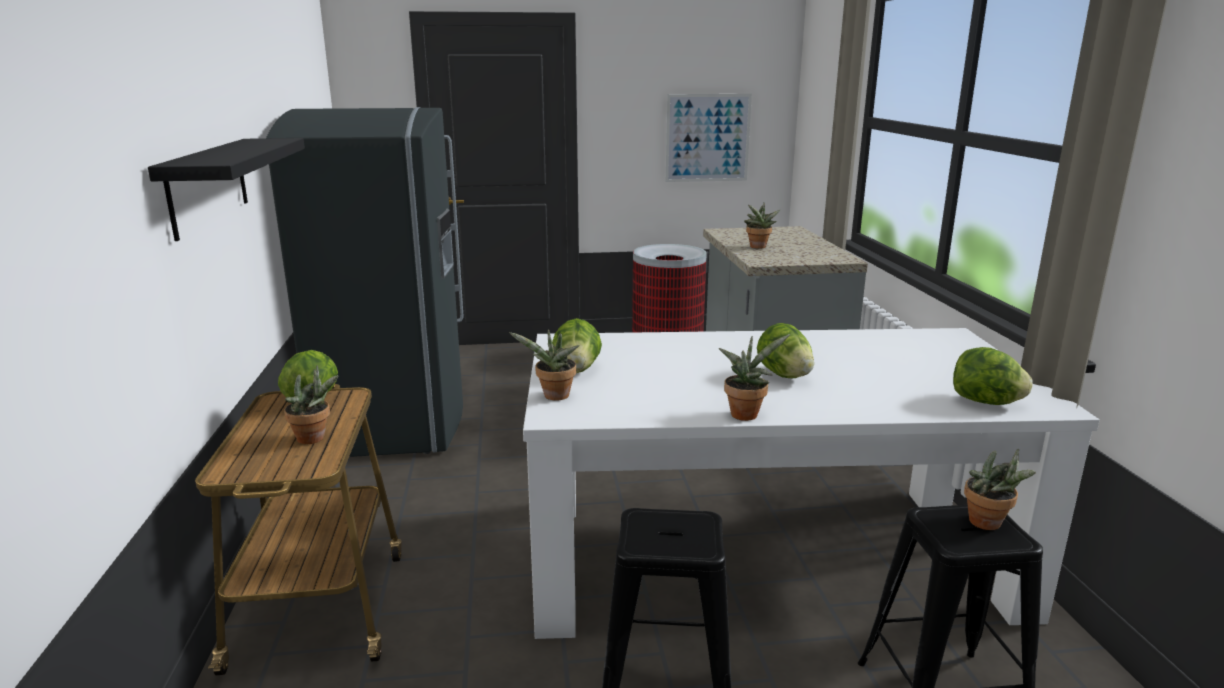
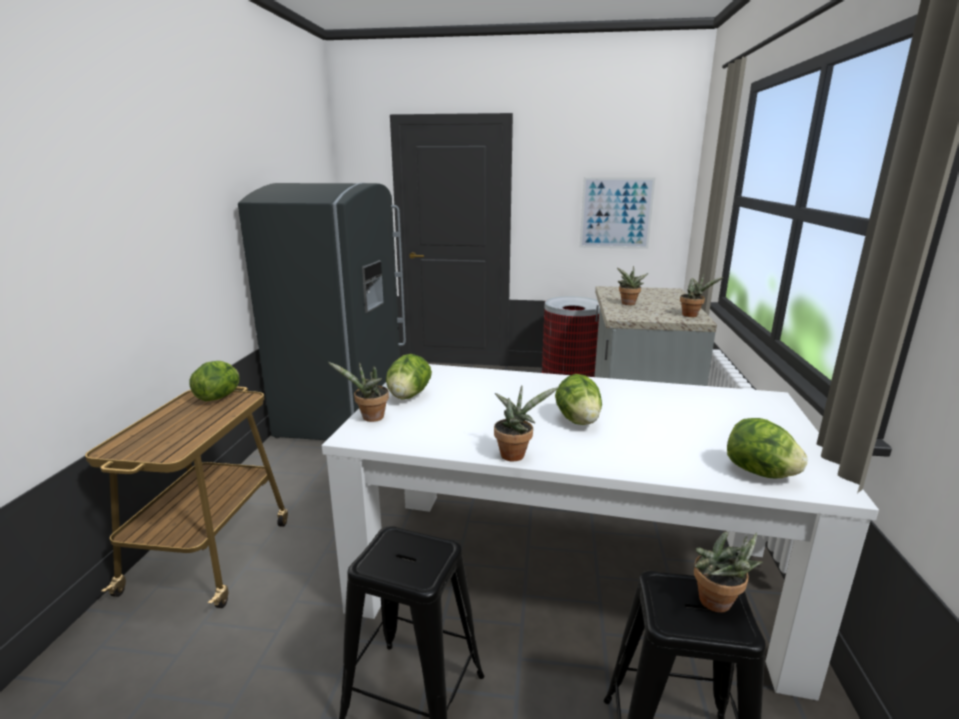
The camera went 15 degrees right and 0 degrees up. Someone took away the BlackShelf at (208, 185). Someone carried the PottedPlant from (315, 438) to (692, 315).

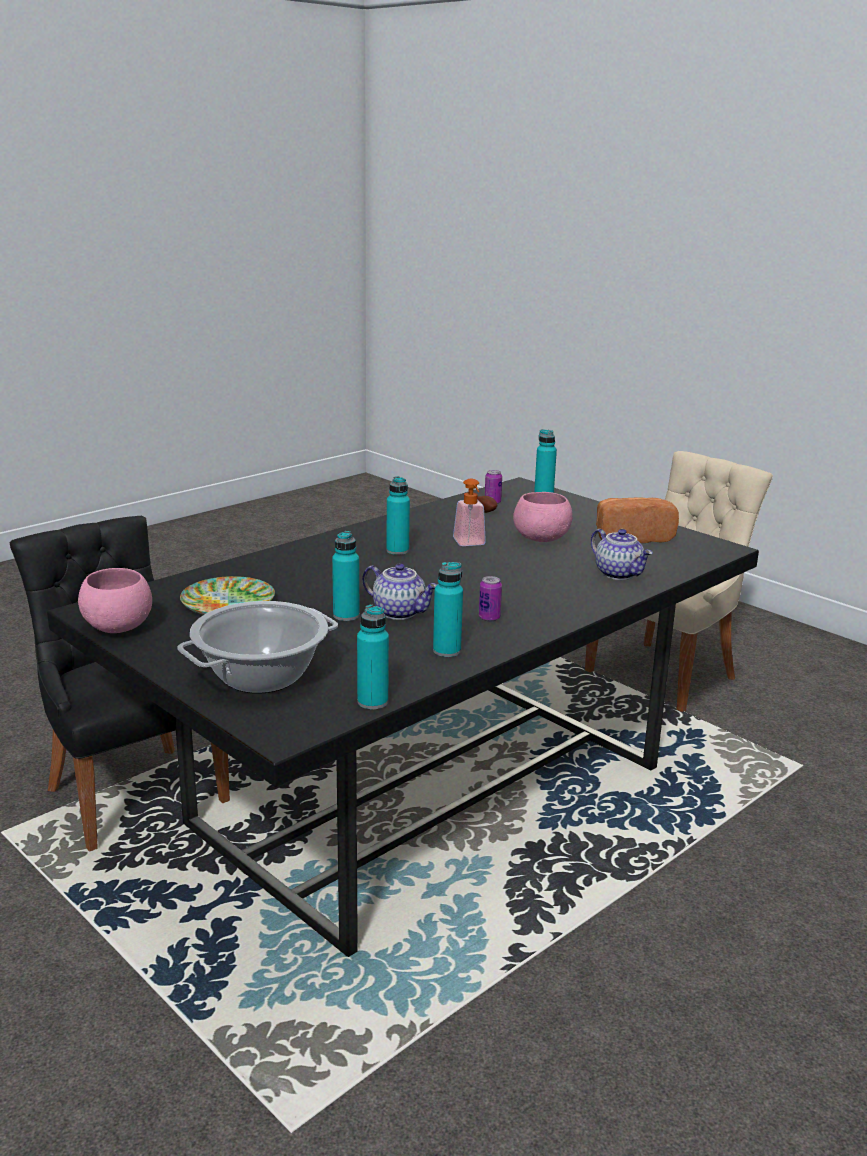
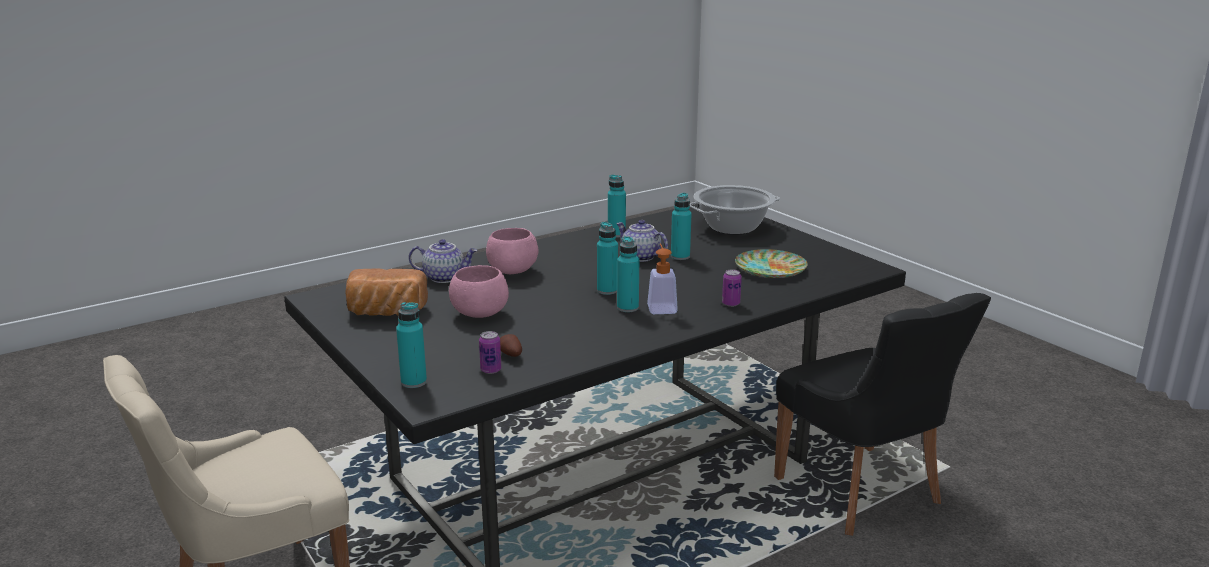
The camera went 170 degrees left and 0 degrees up. Someone carried the SoapDispenser from (470, 544) to (661, 307). Someone rotated the Teapot at (619, 574) by 120 degrees clockwise. Someone carried the PinkBowl from (117, 628) to (513, 271). Someone carried the Can from (489, 618) to (731, 304). Someone carried the TurquoiseBottle from (372, 702) to (607, 290).

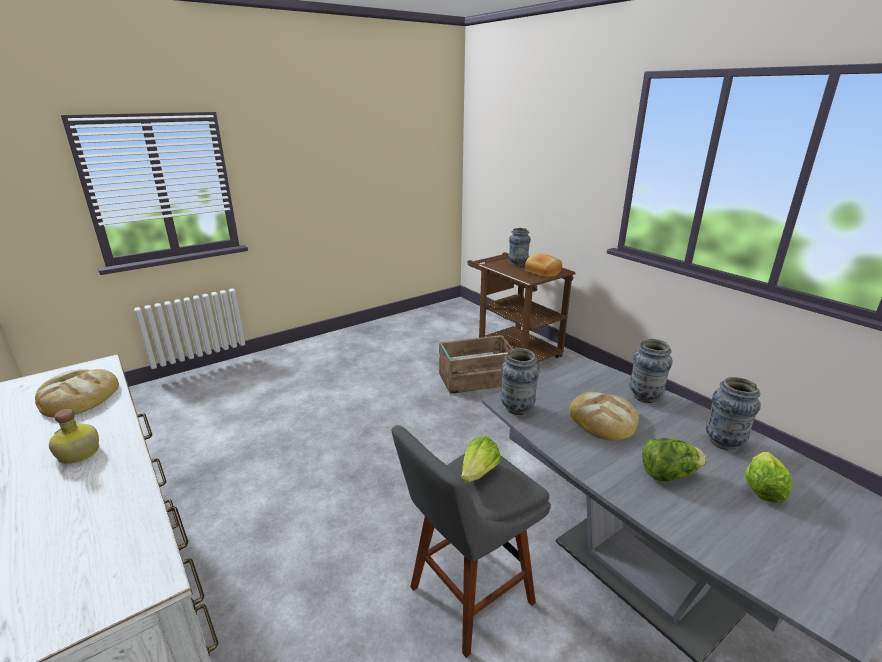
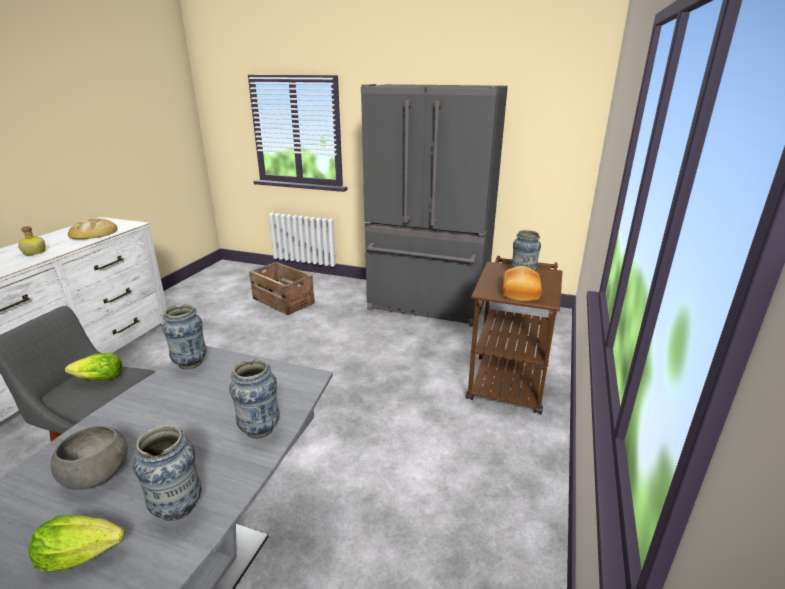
The camera went 55 degrees right and 0 degrees up. Someone carried the Crate from (475, 379) to (283, 301). Someone took away the Bread at (603, 419). Someone swapped the Lettuce at (668, 474) for the GreyBowl at (97, 473). Someone put down the GreyFridge at (428, 304).

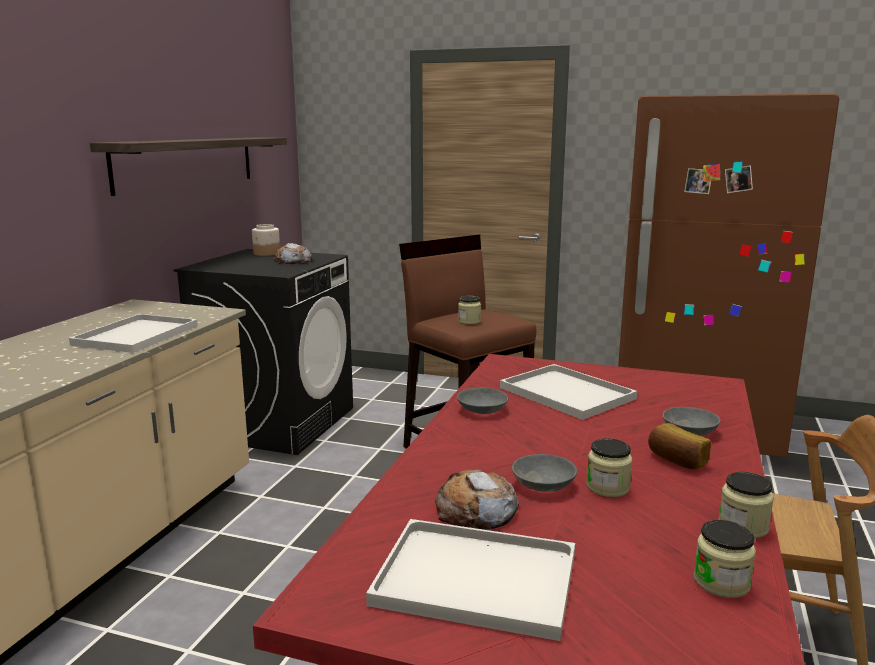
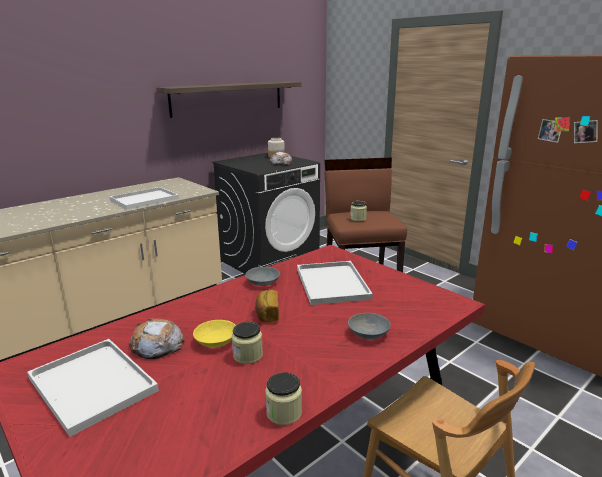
The camera went 30 degrees right and 5 degrees up. Someone carried the Bread from (676, 460) to (267, 314). Someone repainted the GreyBowl at (543, 483), which became the YellowBowl at (216, 340). Someone took away the Jar at (721, 582).

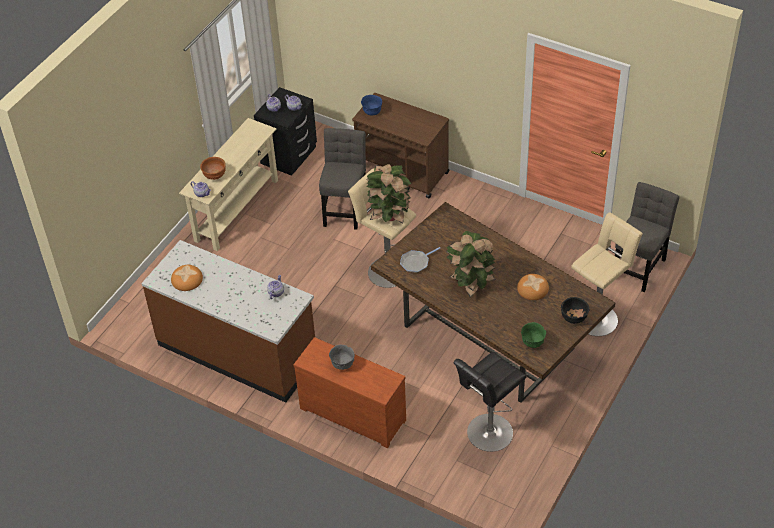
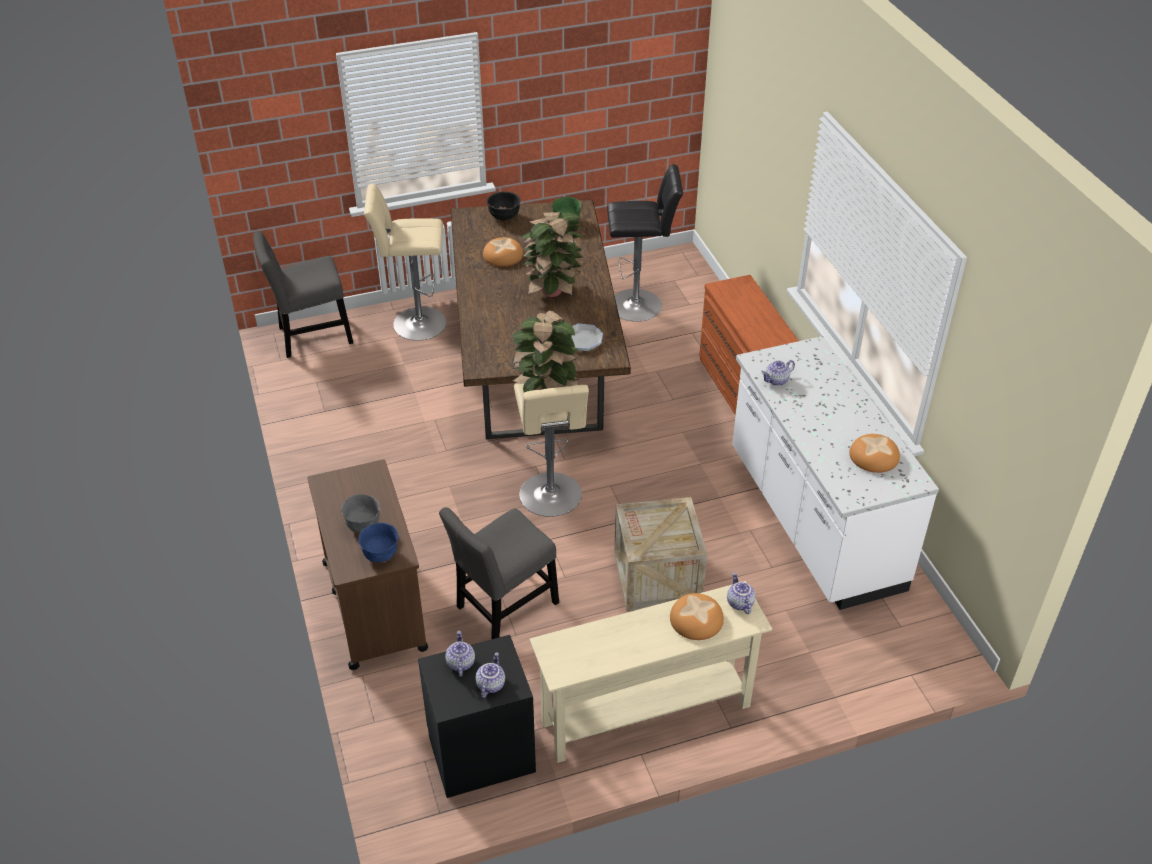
The camera went 140 degrees left and 5 degrees down. Someone swapped the BrownBowl at (214, 175) for the Bread at (696, 620). Someone repainted the BrownCounter at (238, 351), which became the WhiteCounter at (813, 520). Someone carried the GreyBowl from (342, 364) to (363, 526). Someone put down the Crate at (657, 577).

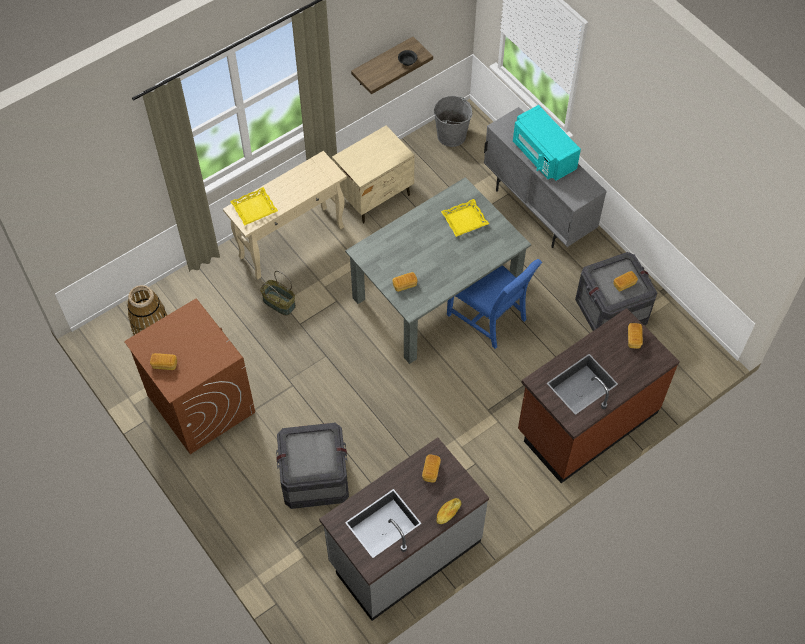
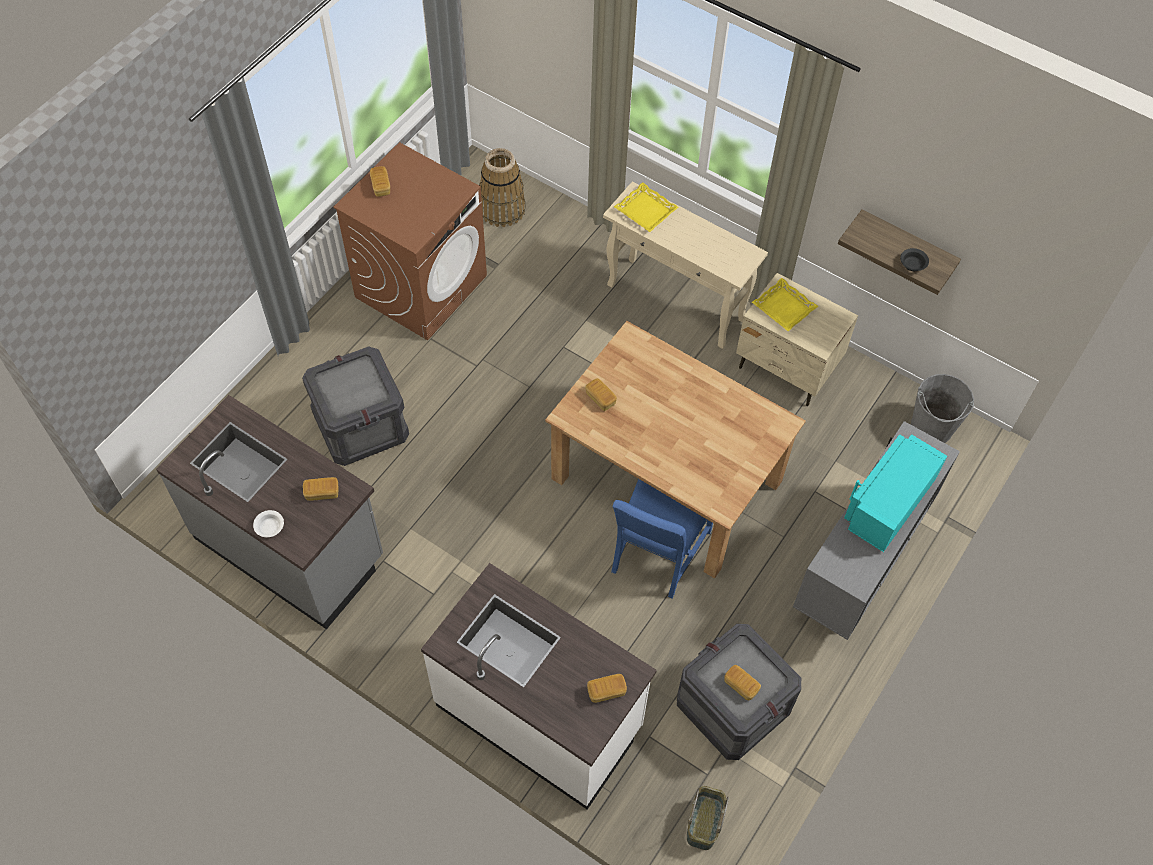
The camera went 70 degrees right and 0 degrees up. Someone repainted the GreyDiningTable at (436, 295), which became the BrownDiningTable at (665, 480). Someone carried the YellowTray from (464, 220) to (784, 308). Someone carried the Basket from (278, 303) to (703, 822). Someone repainted the BrownCounter at (586, 421), which became the WhiteCounter at (540, 715). Someone swapped the Bread at (448, 513) for the WhiteBowl at (269, 528).

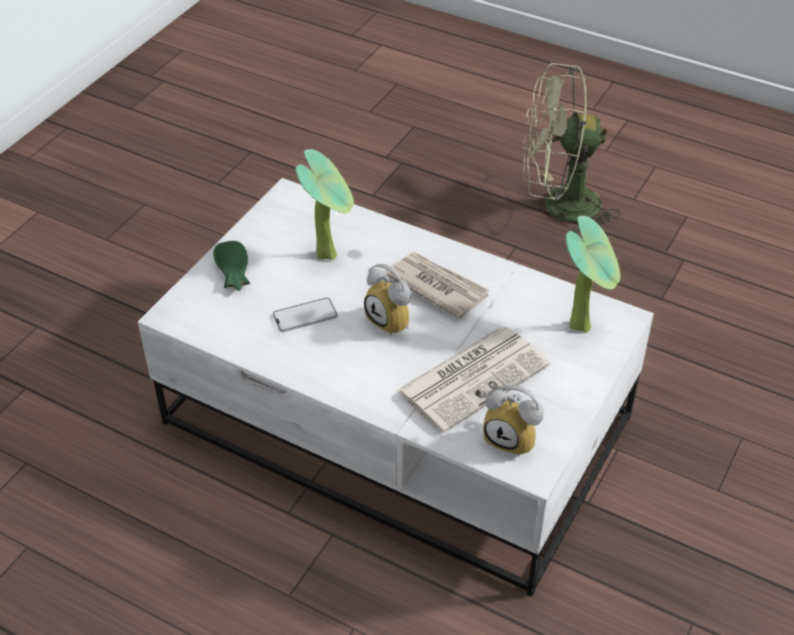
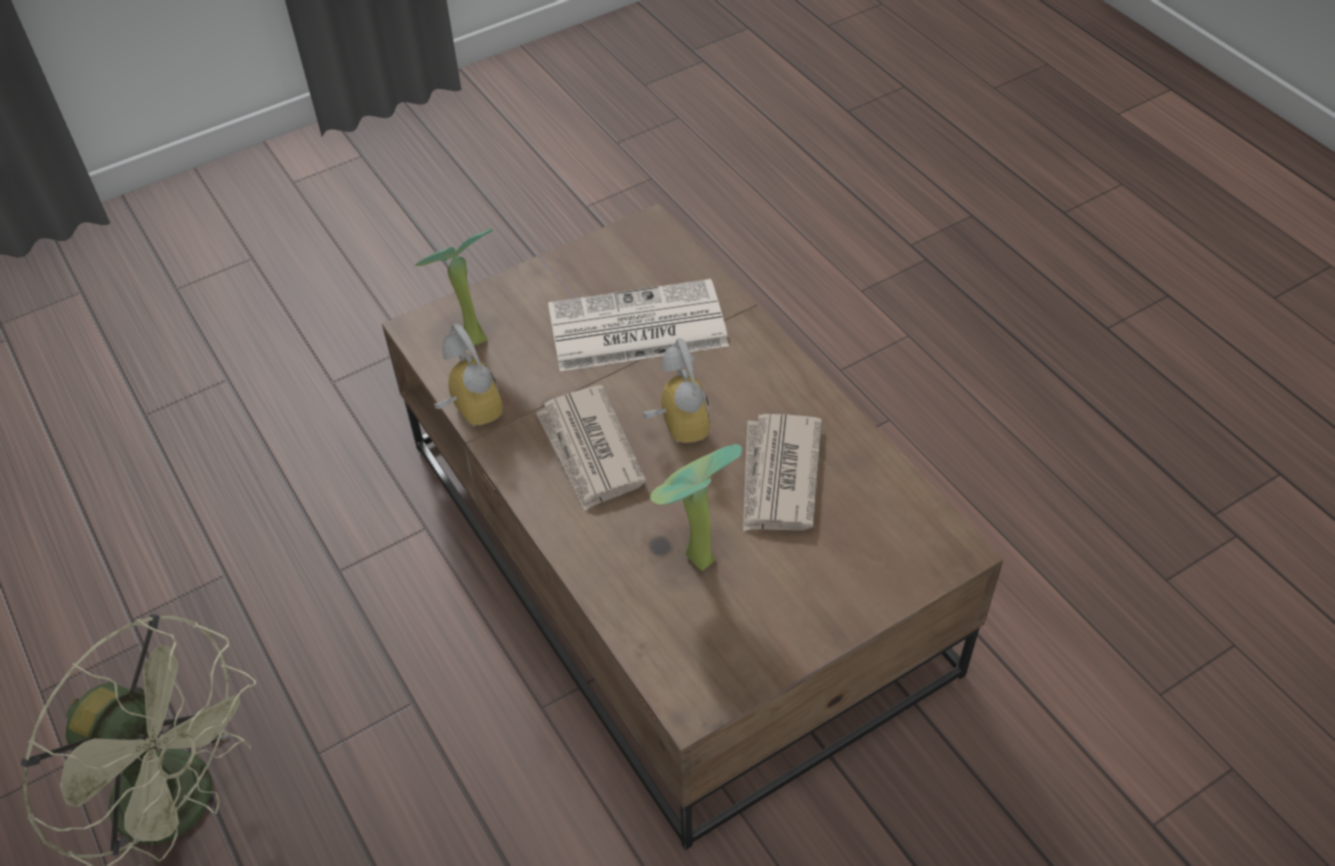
The camera went 150 degrees left and 5 degrees up. Someone repainted the WhiteCoffeeTable at (400, 420), which became the BrownCoffeeTable at (668, 552). Someone took away the GreenBowl at (232, 272). Someone swapped the Phone at (305, 315) for the Newspaper at (778, 477). Someone carried the AlarmClock from (513, 438) to (467, 413).

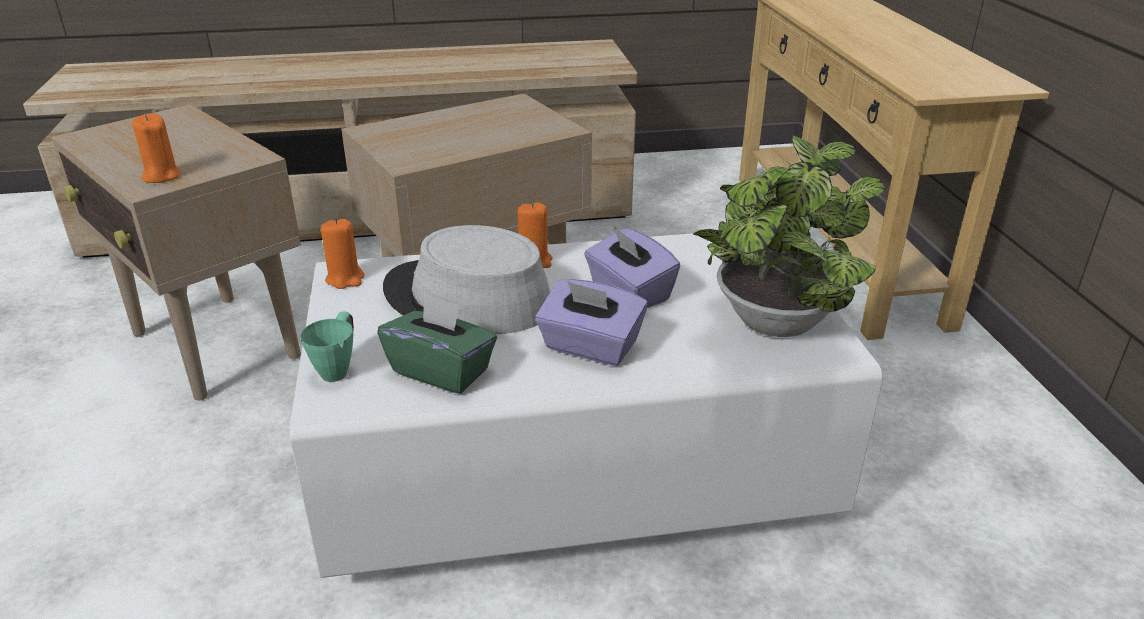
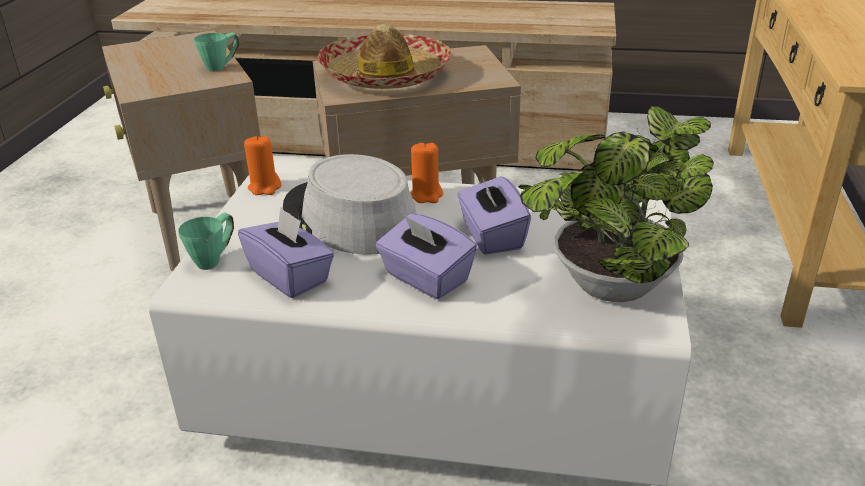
The camera went 20 degrees right and 0 degrees up. Someone took away the OrangeCandle at (161, 176). Someone repainted the GreenTissueBox at (441, 371), which became the PurpleTissueBox at (290, 276). Someone put down the Hat at (385, 75). Someone put down the GreenMug at (221, 66).

